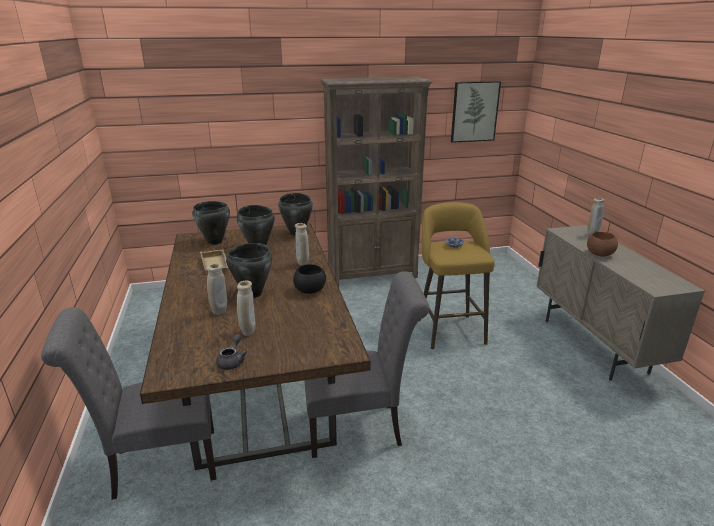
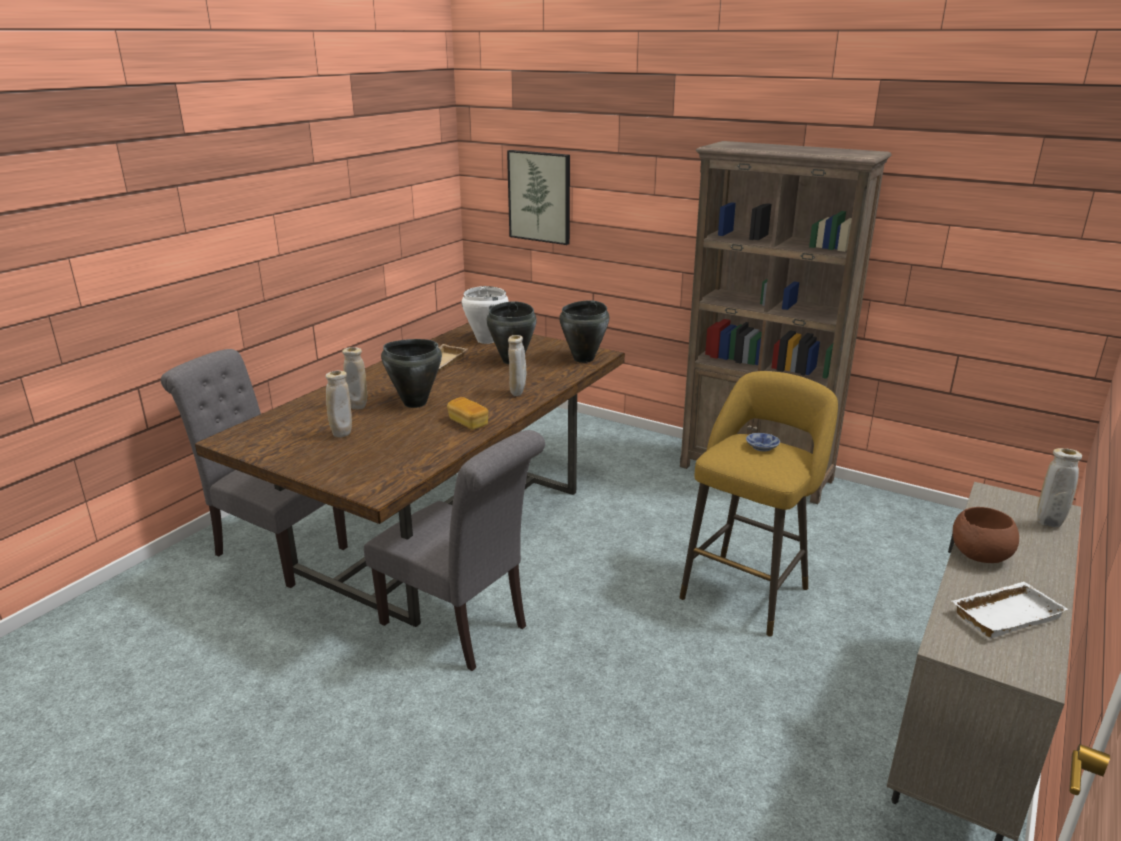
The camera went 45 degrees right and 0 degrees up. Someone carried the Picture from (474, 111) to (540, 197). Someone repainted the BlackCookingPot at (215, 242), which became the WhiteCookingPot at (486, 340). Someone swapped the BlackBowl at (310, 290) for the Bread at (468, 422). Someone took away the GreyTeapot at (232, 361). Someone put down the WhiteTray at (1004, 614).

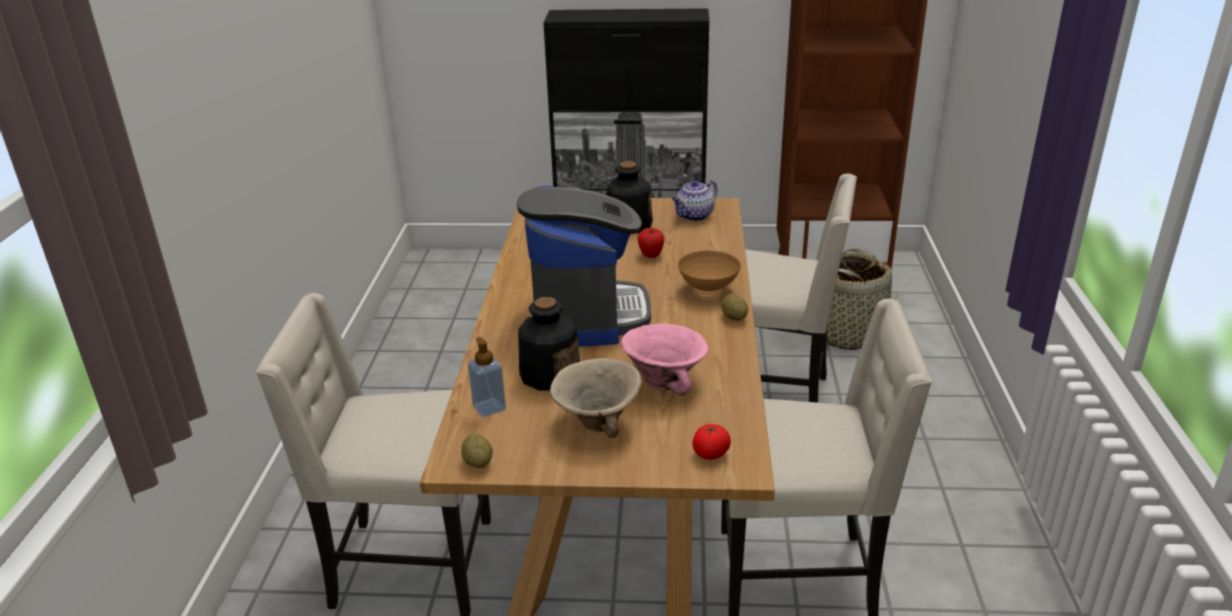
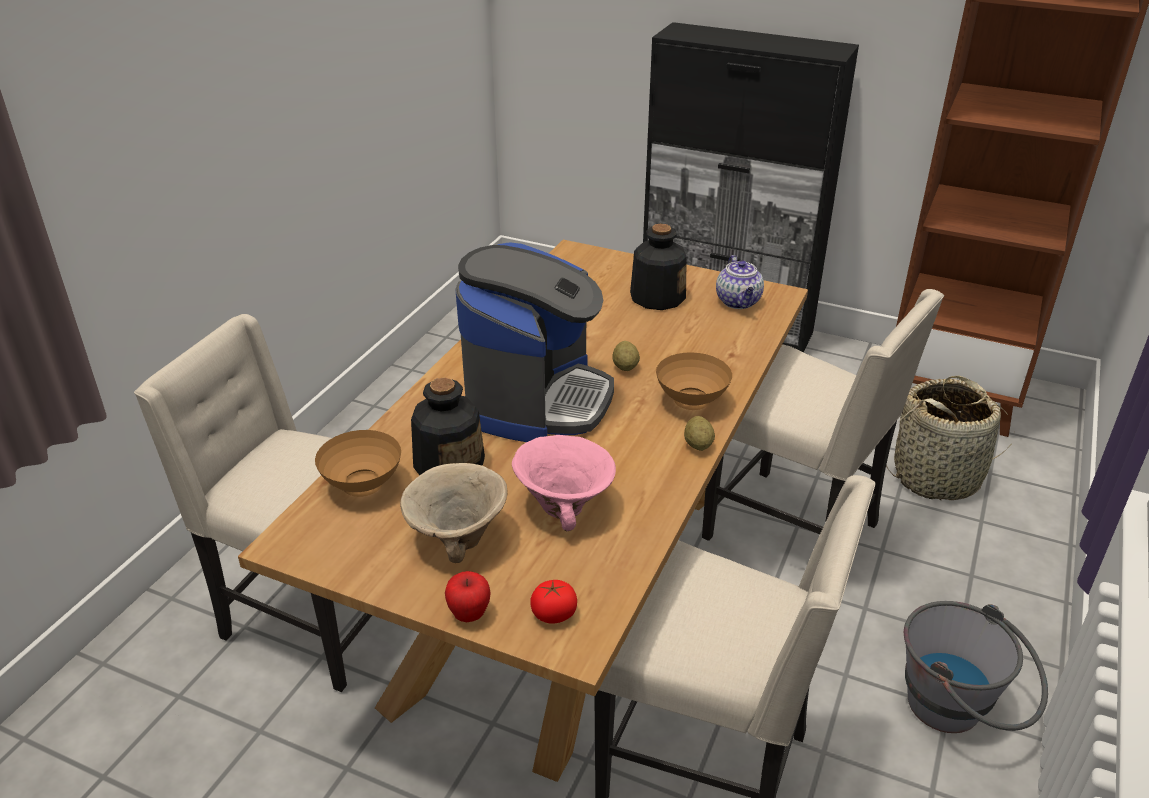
The camera went 20 degrees right and 5 degrees up. Someone rotated the Teapot at (694, 216) by 75 degrees counterclockwise. Someone carried the Apple from (651, 255) to (469, 614). Someone swapped the SoapDispenser at (489, 408) for the BrownBowl at (361, 487). Someone carried the Potato from (478, 462) to (625, 367). Someone put down the GreyBucket at (959, 712).

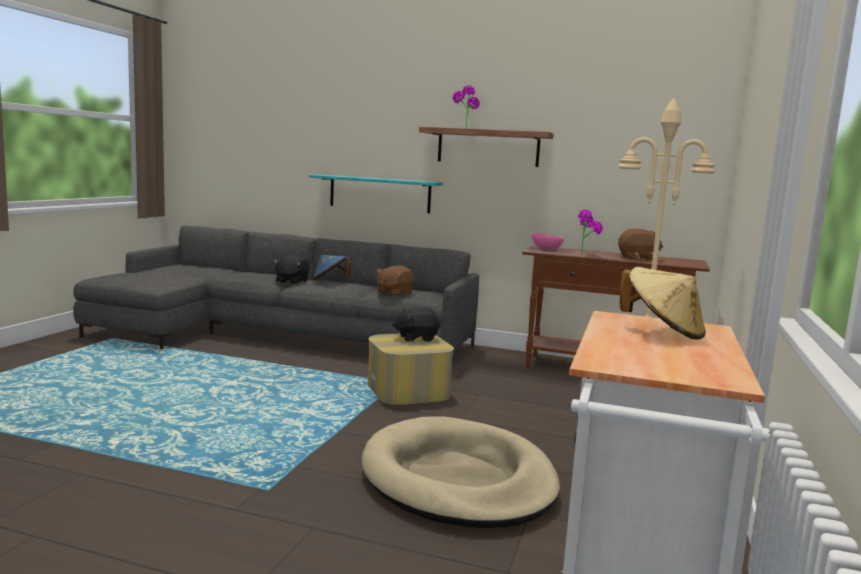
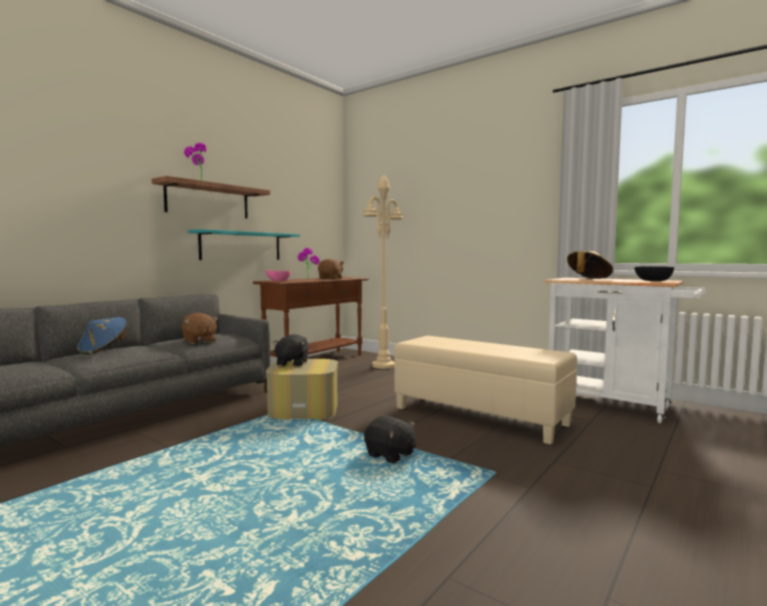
The camera went 70 degrees left and 5 degrees down. Someone carried the TurquoiseShelf from (379, 193) to (241, 246). Someone carried the BlackPlushToy from (291, 281) to (390, 455). Someone swapped the BeigeDogBed at (458, 479) for the BeigeOttoman at (480, 415). Someone put down the BlackBowl at (653, 281).

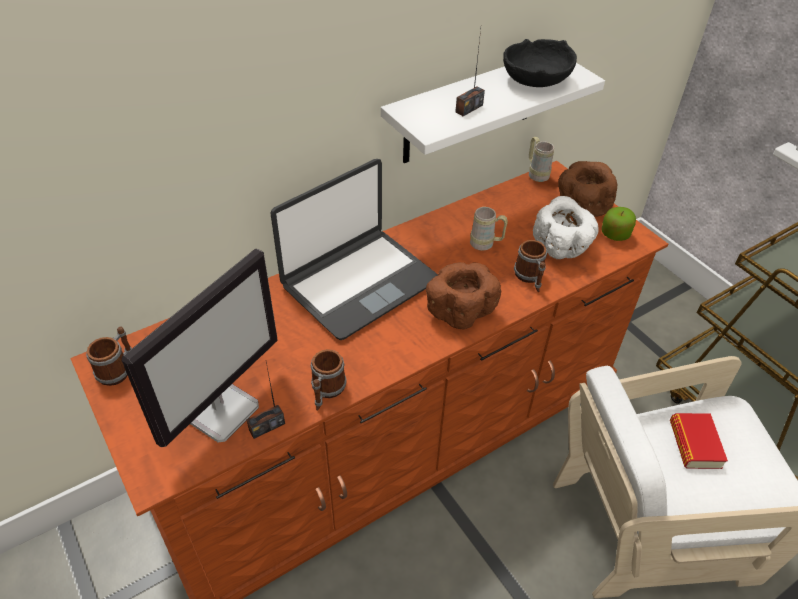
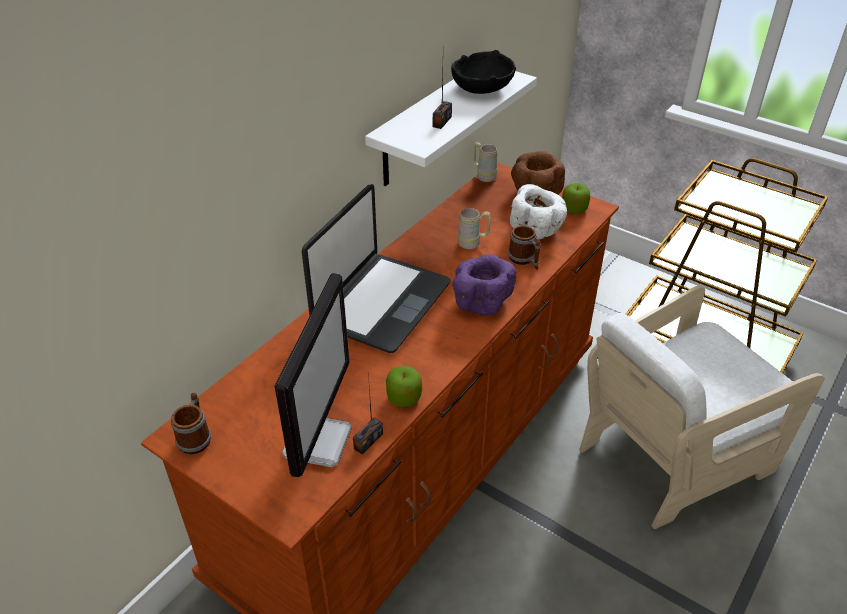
The camera went 20 degrees left and 5 degrees down. Someone repainted the BrownBowl at (460, 310), which became the PurpleBowl at (481, 301). Someone swapped the Mug at (326, 391) for the Apple at (404, 397). Someone took away the Book at (694, 444).

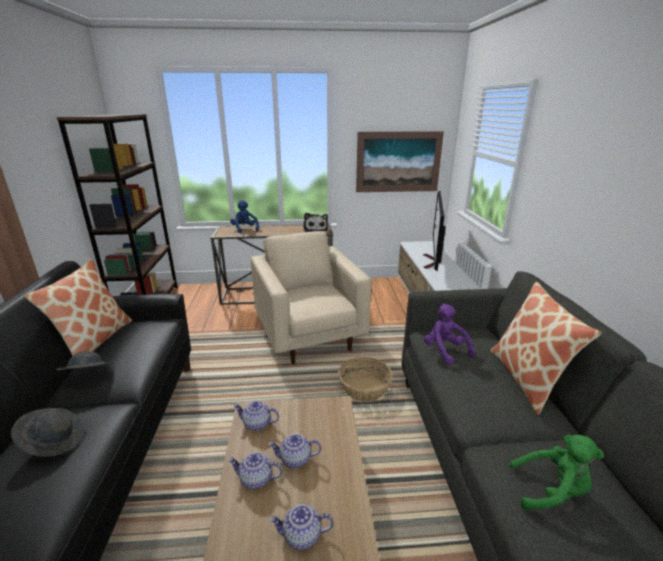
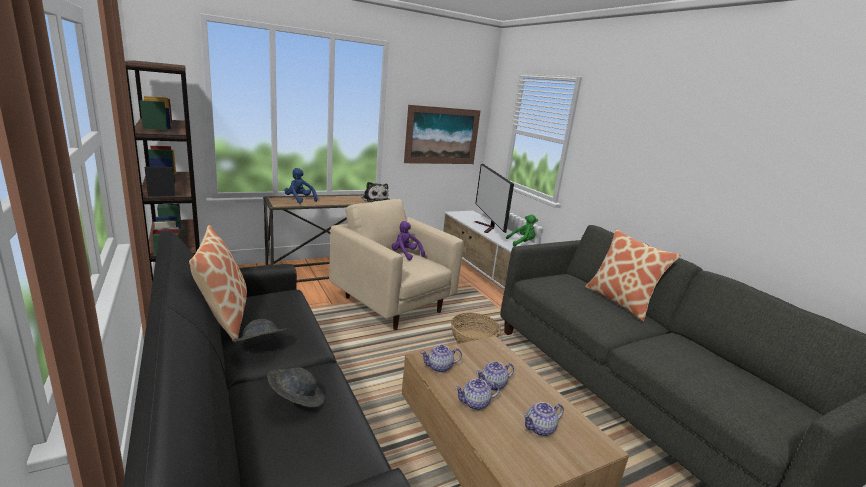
The camera went 25 degrees left and 5 degrees down. Someone carried the PurplePlushToy from (445, 350) to (405, 254). Someone carried the GreenPlushToy from (551, 491) to (522, 243).

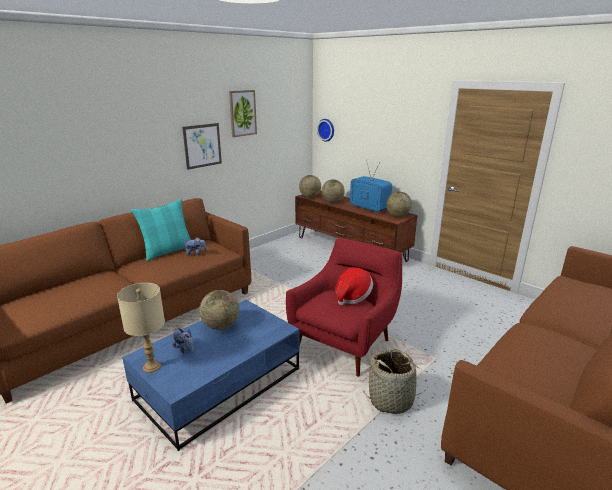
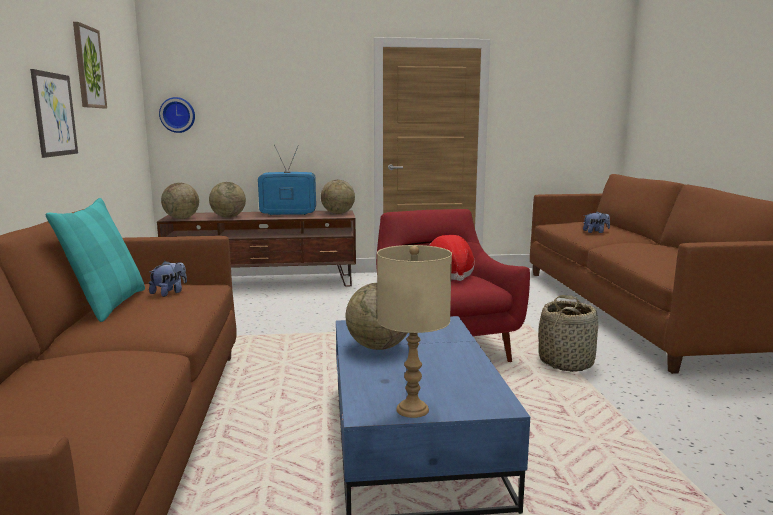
The camera went 50 degrees left and 10 degrees down. Someone carried the PlushToy from (184, 349) to (595, 232).

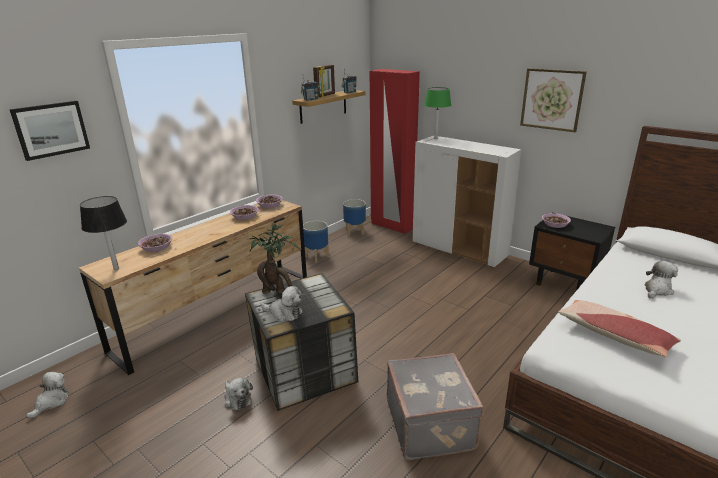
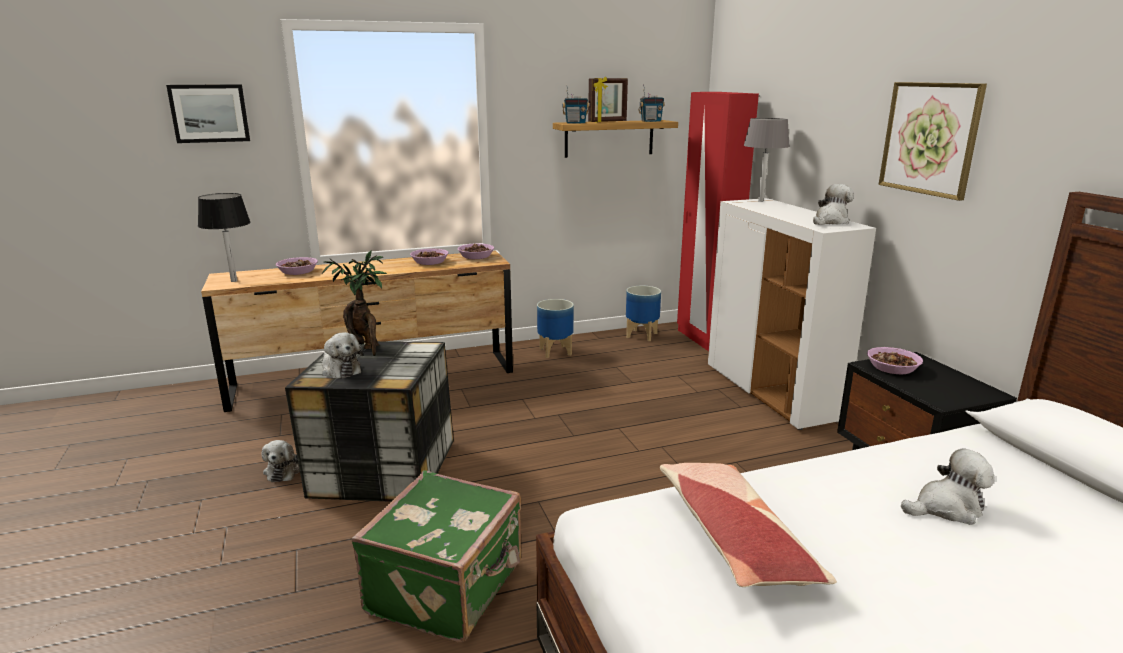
The camera went 30 degrees right and 5 degrees down. Someone repainted the GreenTableLamp at (435, 138), which became the GreyTableLamp at (760, 201). Someone repainted the GreySuitcase at (431, 424), which became the GreenSuitcase at (448, 588). Someone carried the PlushToy from (51, 402) to (830, 221).

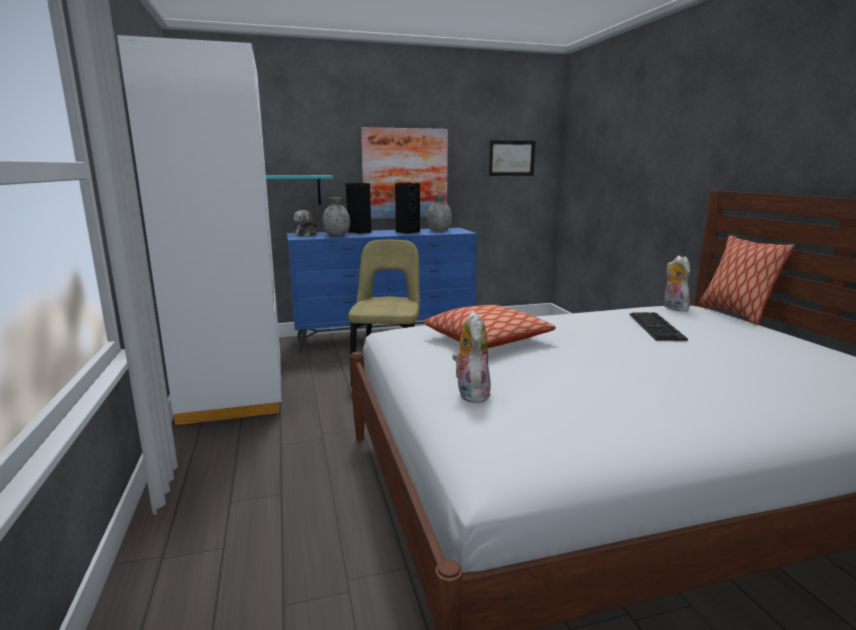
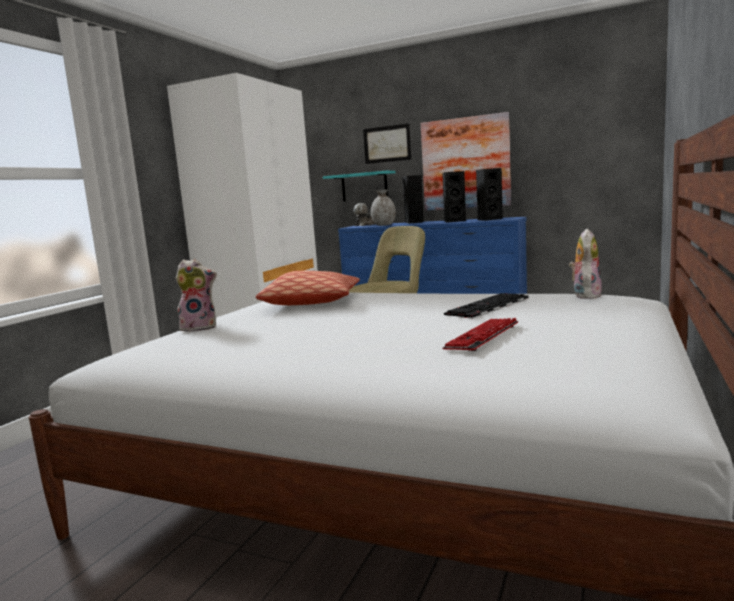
The camera went 40 degrees right and 5 degrees down. Someone carried the Picture from (511, 158) to (387, 144). Someone swapped the GreyVase at (439, 231) for the BlackSpeaker at (488, 219). Someone took away the Pillow at (735, 314). Someone rotated the PlushToy at (470, 393) by 45 degrees clockwise. Someone put down the Keyboard at (482, 337).

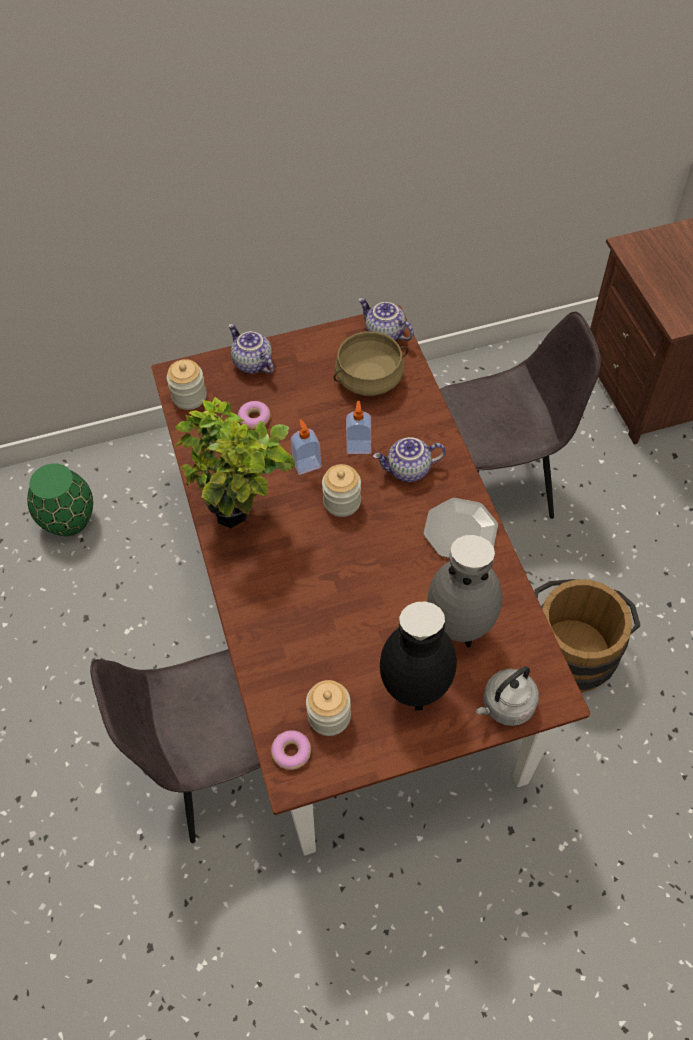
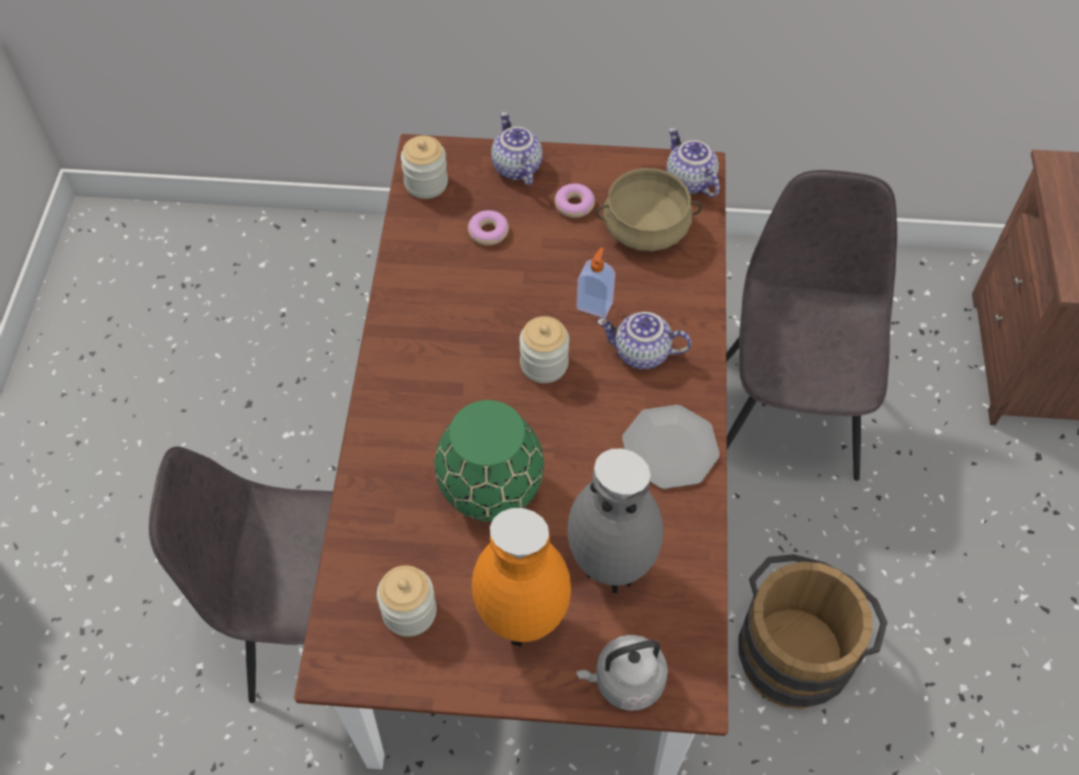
The camera went 20 degrees right and 0 degrees up. Someone rotated the GreyChair at (494, 483) by 90 degrees counterclockwise. Someone took away the PottedPlant at (242, 514). Someone took away the SoapDispenser at (306, 464). Someone carried the GreenVase from (68, 521) to (490, 493). Someone repainted the BlackVase at (415, 695), which became the OrangeVase at (521, 626). Someone carried the Donut from (291, 752) to (574, 205).

